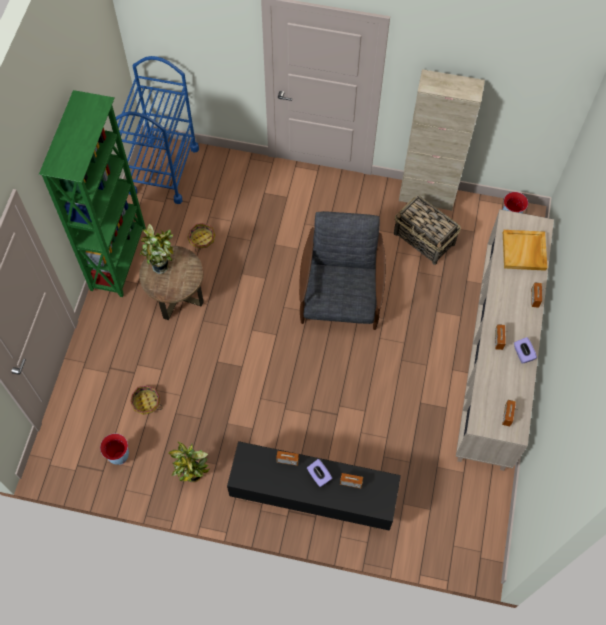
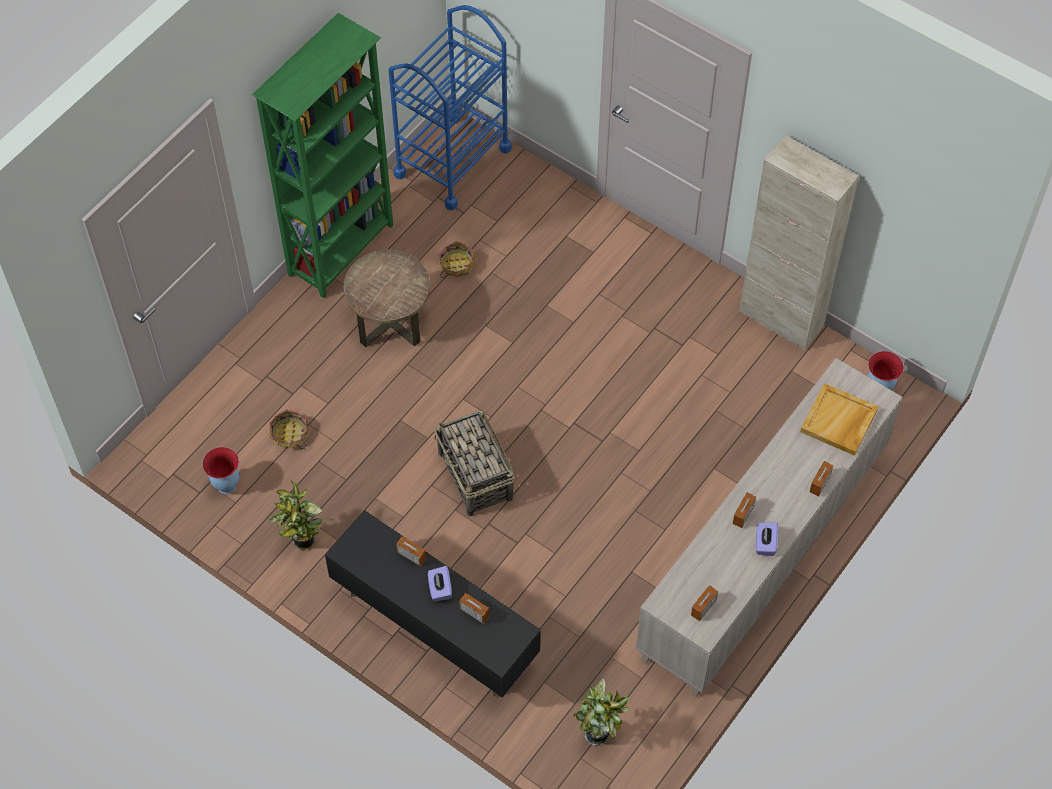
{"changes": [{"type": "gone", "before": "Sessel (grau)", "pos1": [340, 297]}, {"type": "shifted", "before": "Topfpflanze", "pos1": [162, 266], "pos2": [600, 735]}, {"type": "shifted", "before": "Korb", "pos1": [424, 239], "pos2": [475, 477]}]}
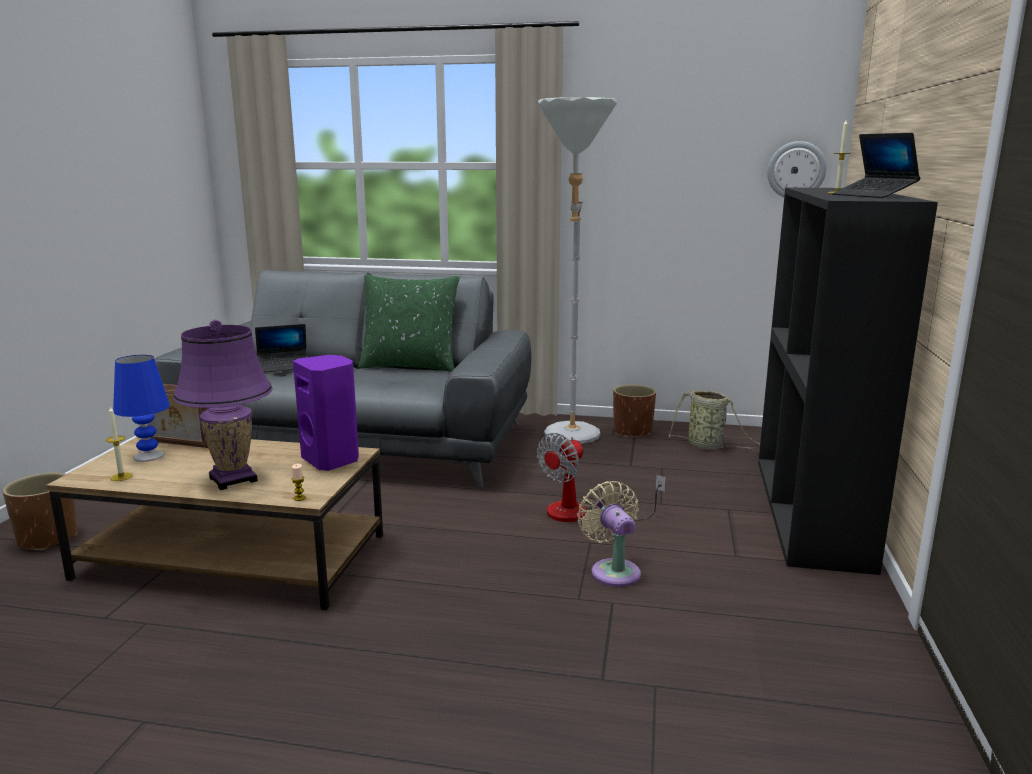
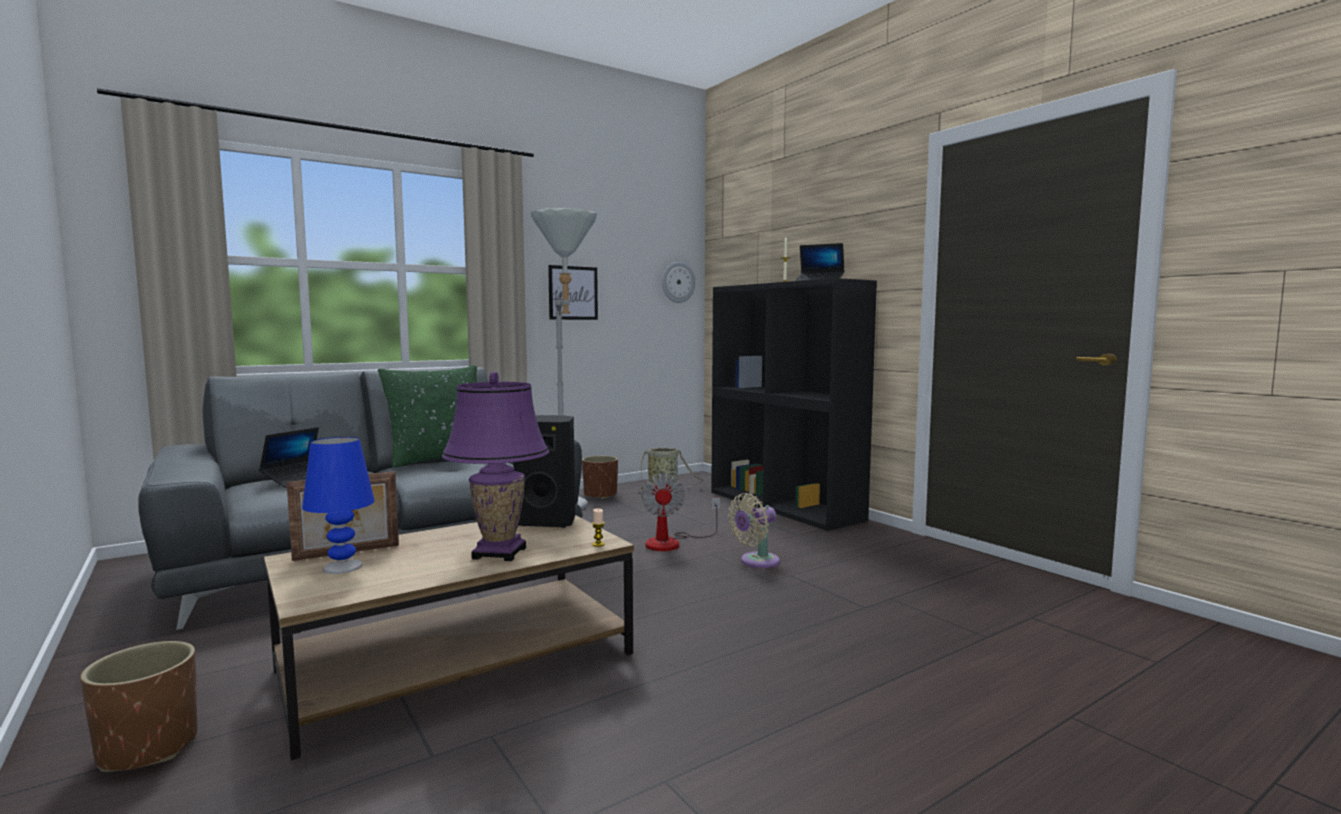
{"changes": [{"type": "gone", "before": "Kerze", "pos1": [121, 477]}, {"type": "new", "after": "Bild", "pos2": [573, 293]}, {"type": "repainted", "before": "Lautsprecher (lila)", "after": "Lautsprecher (schwarz)", "pos1": [332, 460], "pos2": [548, 522]}, {"type": "rotated", "before": "Ventilator (beige)", "pos1": [613, 570], "pos2": [756, 562], "turn": -60}]}
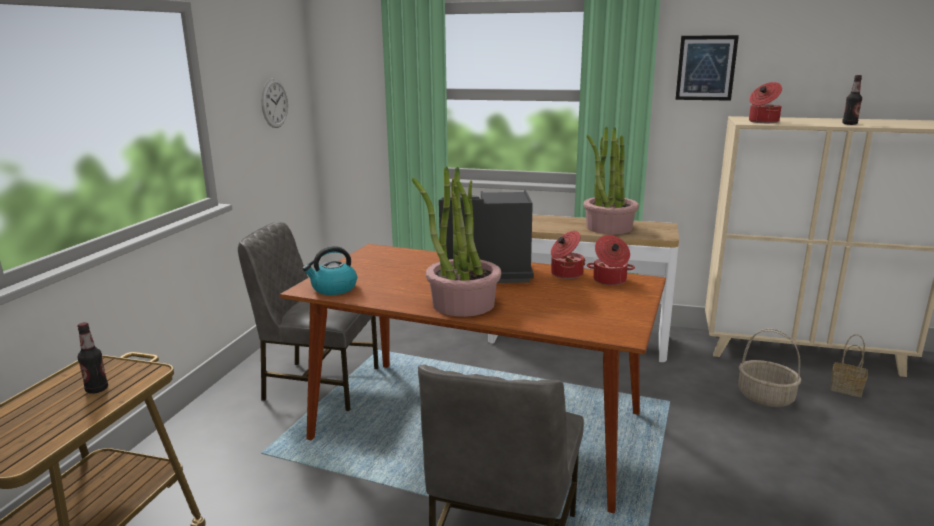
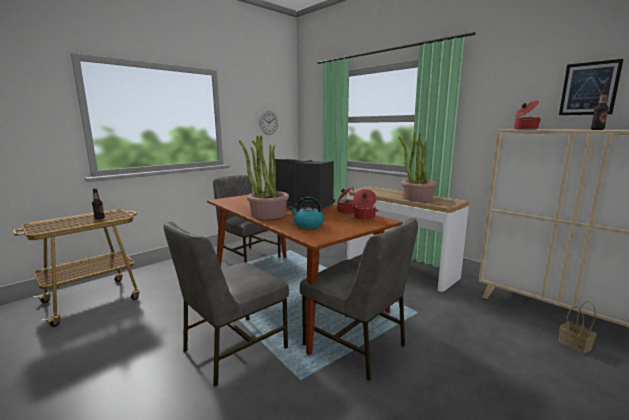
{"changes": [{"type": "gone", "before": "Korb", "pos1": [766, 397]}, {"type": "new", "after": "Stuhl (grau)", "pos2": [356, 345]}, {"type": "shifted", "before": "Wasserkessel", "pos1": [333, 288], "pos2": [308, 225]}, {"type": "shifted", "before": "Bild", "pos1": [706, 68], "pos2": [589, 88]}]}
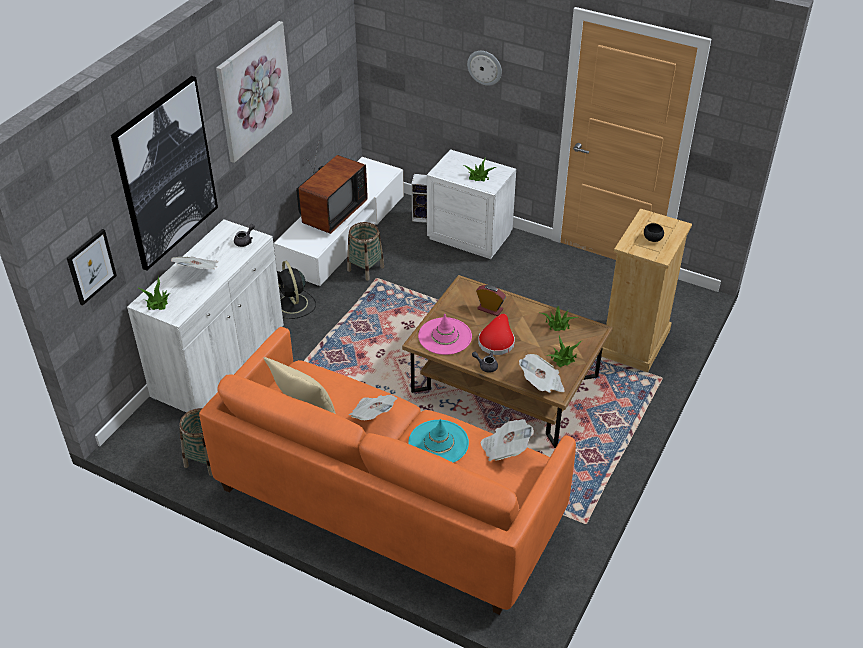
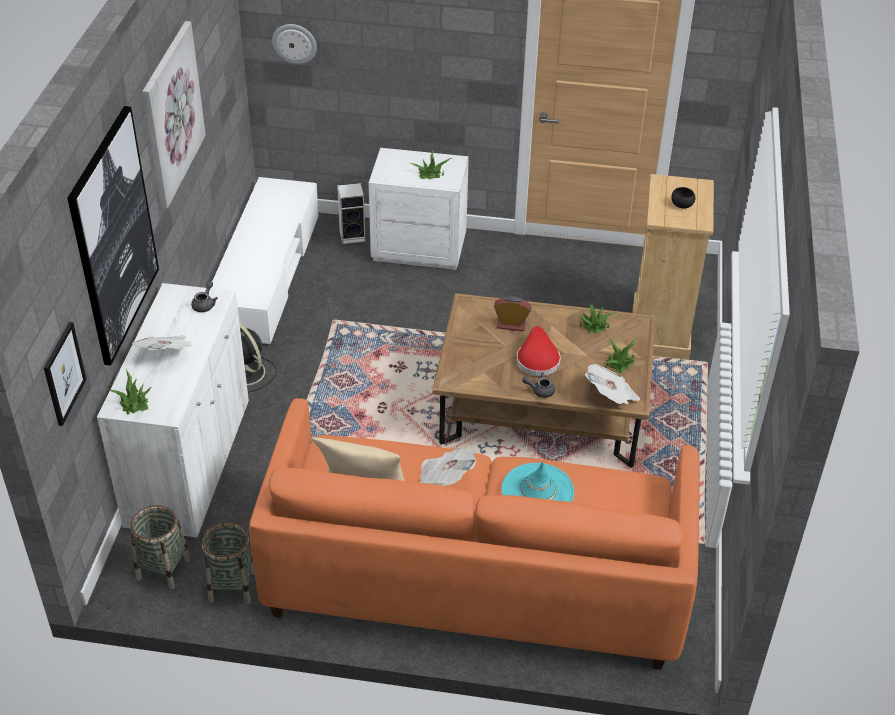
{"changes": [{"type": "gone", "before": "Fernseher", "pos1": [330, 213]}, {"type": "gone", "before": "Hut (rosa)", "pos1": [445, 336]}, {"type": "gone", "before": "Zeitung", "pos1": [505, 449]}, {"type": "shifted", "before": "Korb", "pos1": [365, 268], "pos2": [163, 569]}, {"type": "shifted", "before": "Wanduhr", "pos1": [485, 67], "pos2": [294, 43]}]}
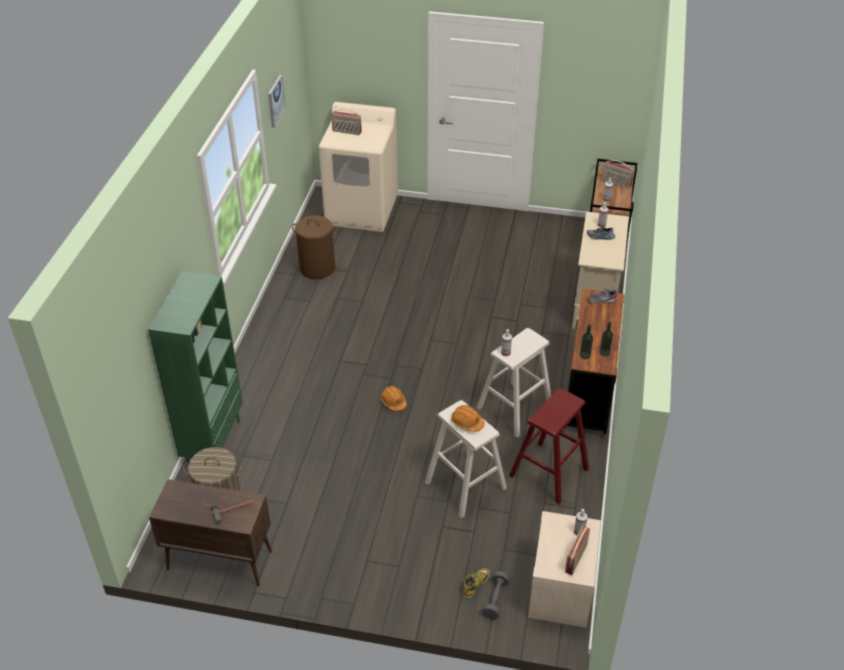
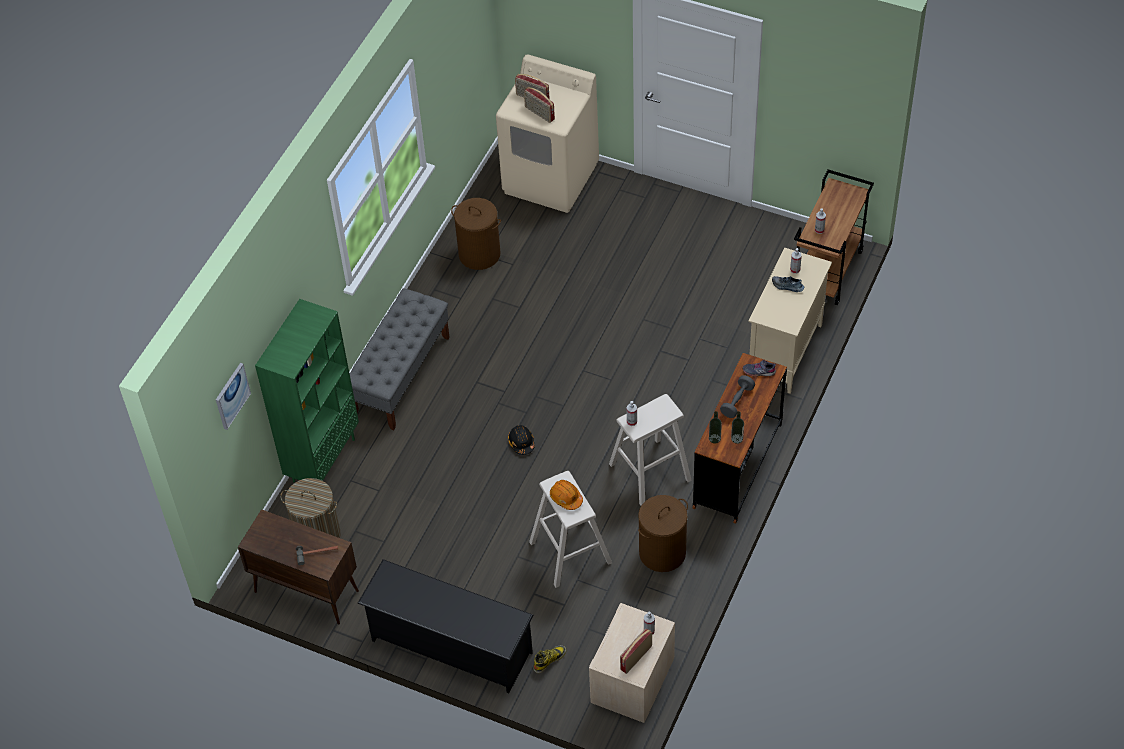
{"changes": [{"type": "new", "after": "Bank (grau)", "pos2": [401, 375]}, {"type": "new", "after": "Schuhregal (schwarz)", "pos2": [450, 646]}, {"type": "shifted", "before": "Bild", "pos1": [275, 101], "pos2": [232, 395]}, {"type": "shifted", "before": "Hantel (grau)", "pos1": [495, 599], "pos2": [737, 401]}, {"type": "shifted", "before": "Radio", "pos1": [616, 183], "pos2": [539, 113]}, {"type": "swapped", "before": "Hocker (rot)", "after": "Wäschekorb (braun)", "pos1": [549, 472], "pos2": [662, 553]}, {"type": "repainted", "before": "Schutzhelm (orange)", "after": "Schutzhelm (schwarz)", "pos1": [393, 402], "pos2": [521, 442]}]}
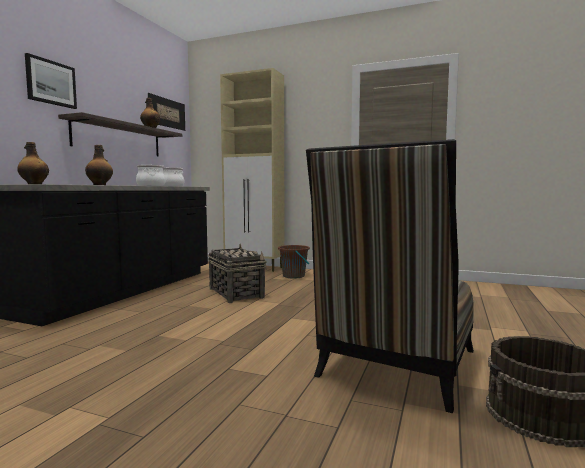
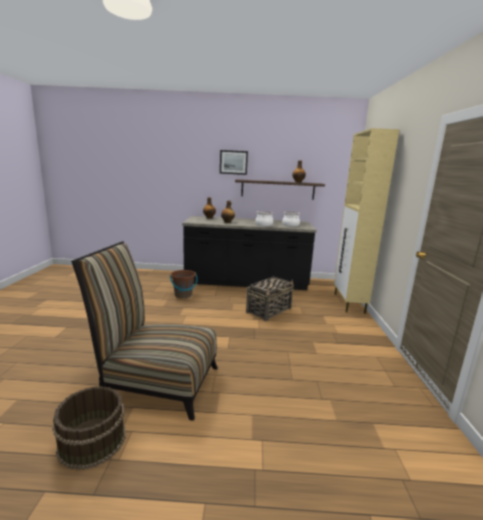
{"changes": [{"type": "gone", "before": "Bild", "pos1": [167, 113]}, {"type": "shifted", "before": "Eimer (braun)", "pos1": [294, 276], "pos2": [183, 295]}]}
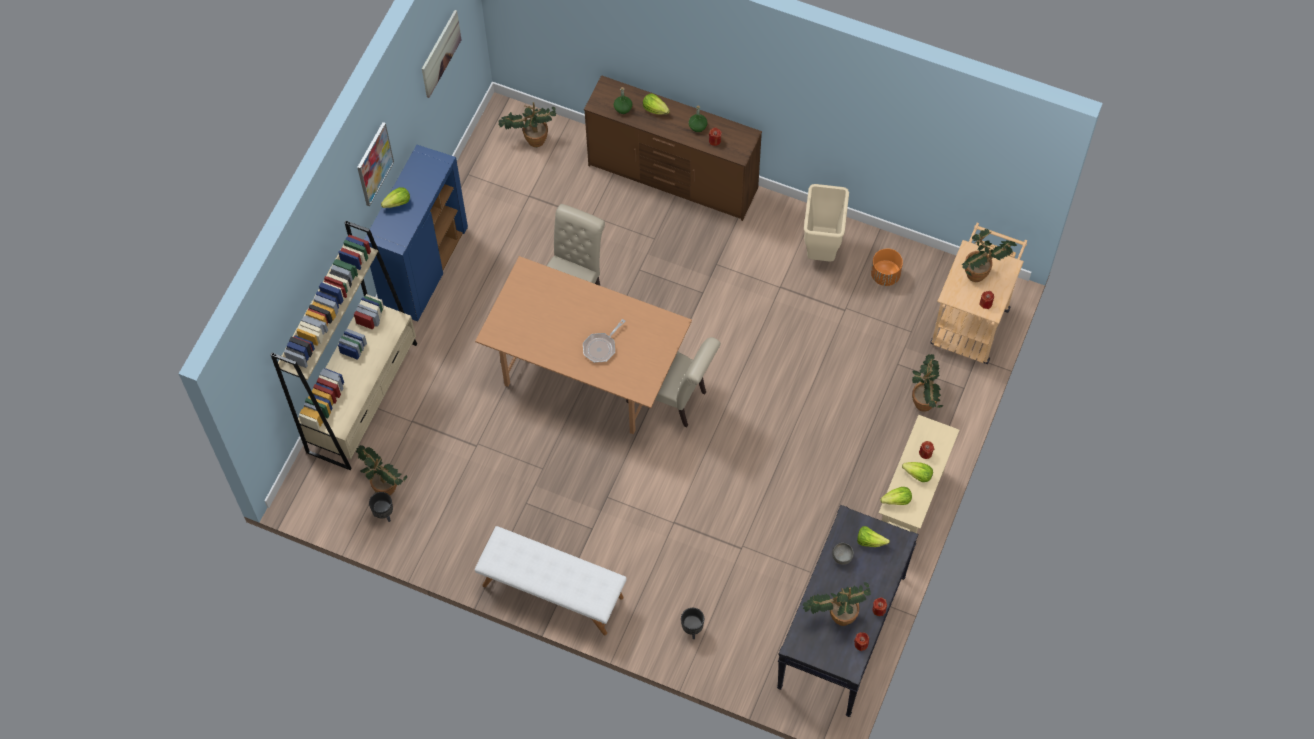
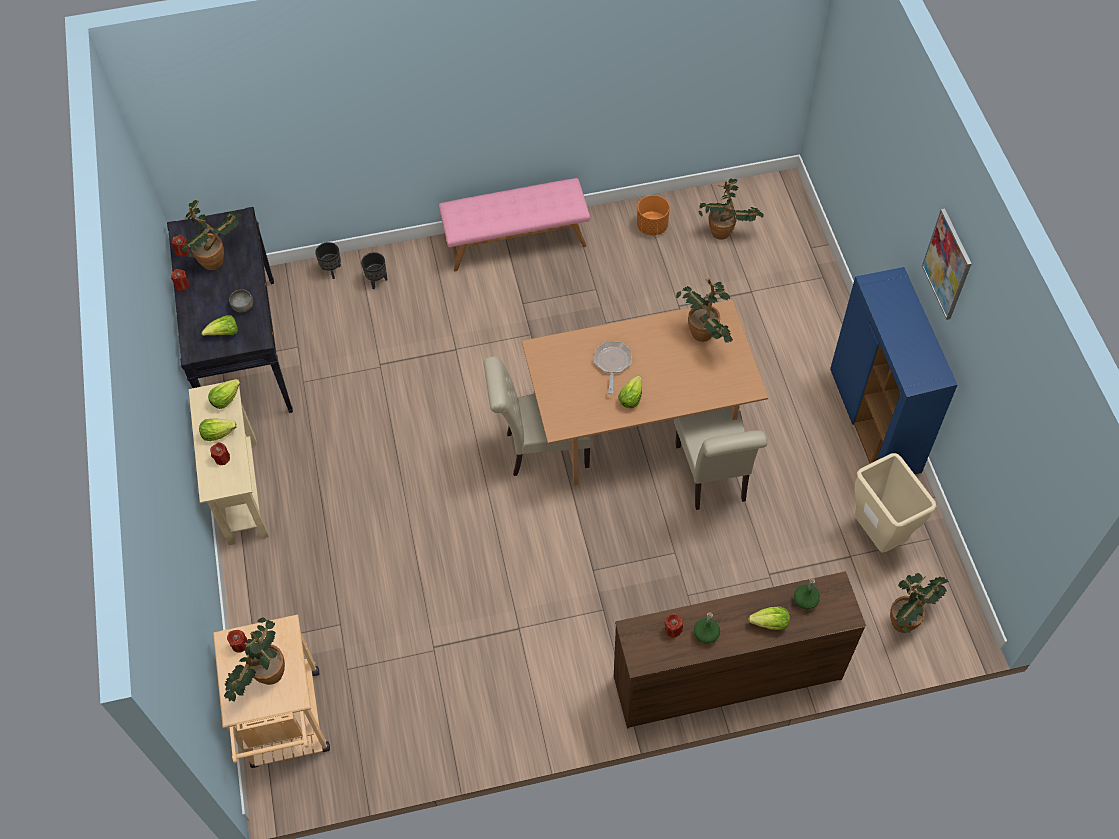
{"changes": [{"type": "gone", "before": "Bücherregal (beige)", "pos1": [362, 397]}, {"type": "gone", "before": "Bild", "pos1": [440, 53]}, {"type": "shifted", "before": "Pflanzkübel (schwarz)", "pos1": [383, 514], "pos2": [332, 271]}, {"type": "shifted", "before": "Salatkopf", "pos1": [398, 203], "pos2": [631, 398]}, {"type": "shifted", "before": "Mülleimer (beige)", "pos1": [821, 249], "pos2": [878, 535]}, {"type": "shifted", "before": "Pflanzkübel (orange)", "pos1": [885, 275], "pos2": [652, 226]}, {"type": "shifted", "before": "Topfpflanze", "pos1": [925, 399], "pos2": [704, 337]}, {"type": "repainted", "before": "Bank (weiß)", "after": "Bank (rosa)", "pos1": [552, 592], "pos2": [516, 241]}]}
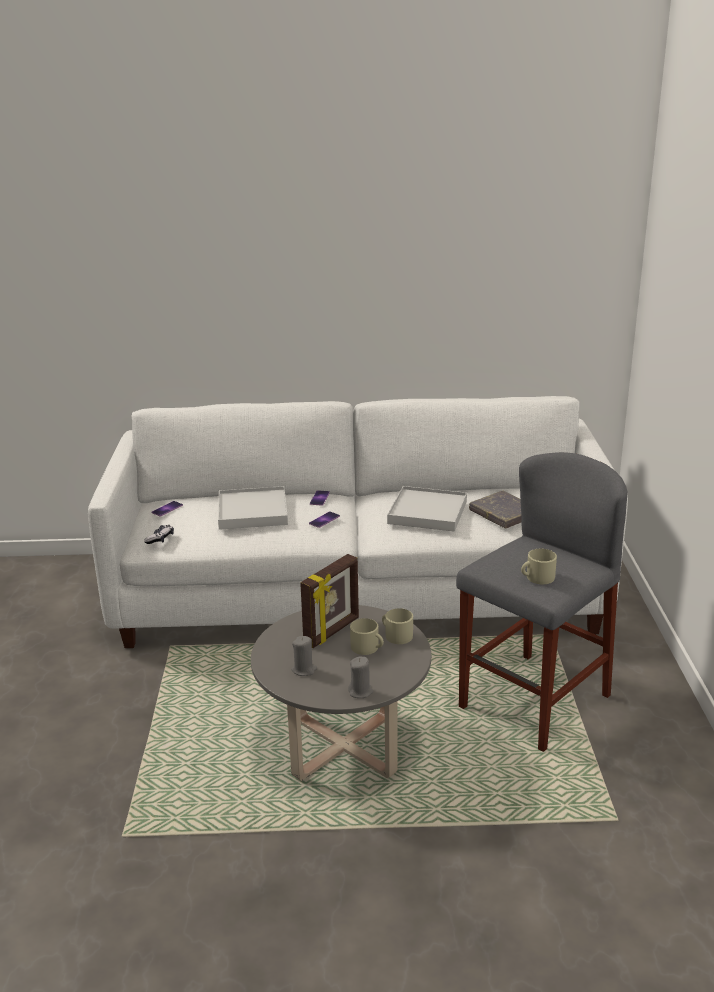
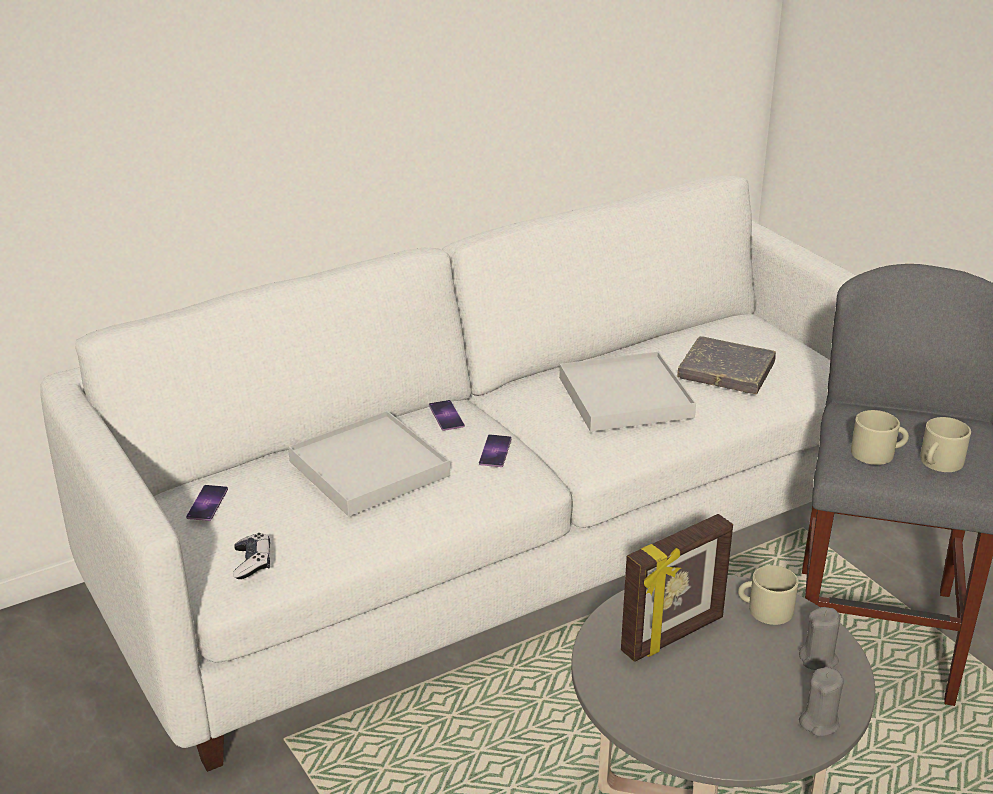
{"changes": [{"type": "shifted", "before": "Kerze (grau)", "pos1": [304, 670], "pos2": [818, 659]}, {"type": "shifted", "before": "Henkelbecher (beige)", "pos1": [367, 648], "pos2": [878, 453]}, {"type": "rotated", "before": "Bilderrahmen", "pos1": [332, 631], "pos2": [673, 636], "turn": 45}]}
